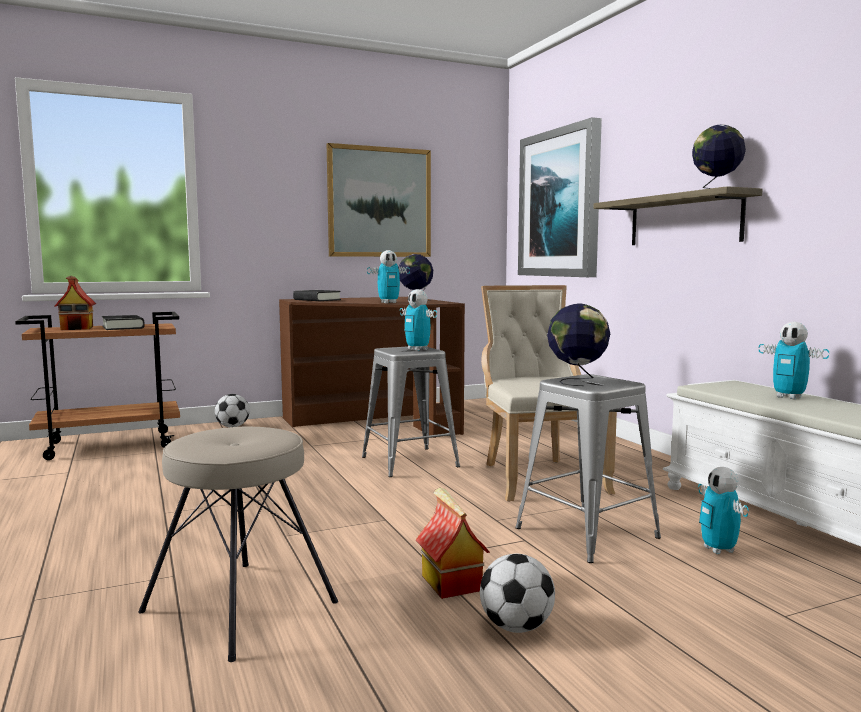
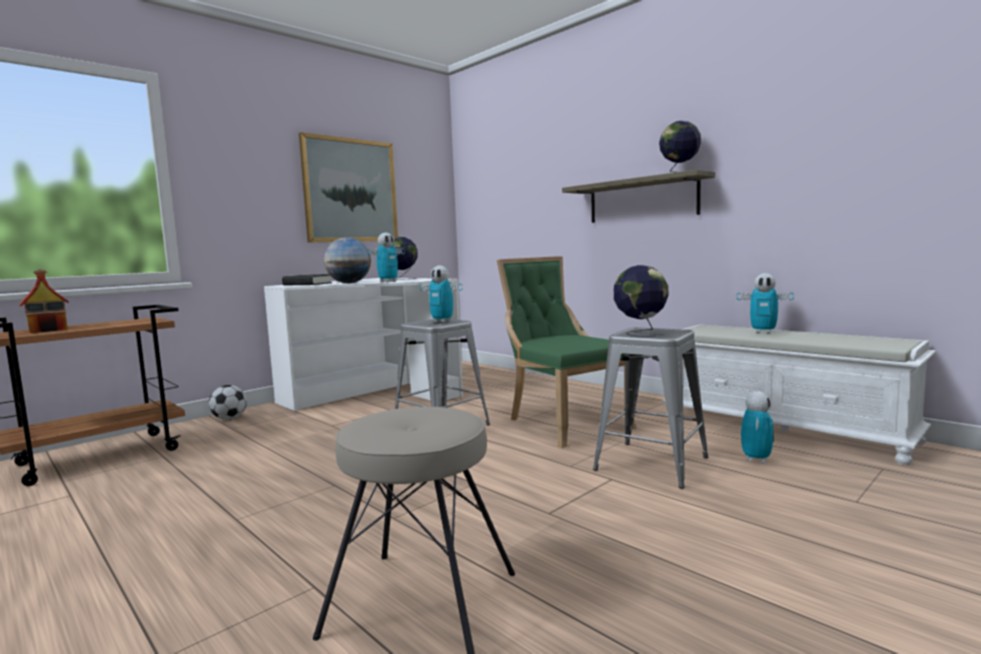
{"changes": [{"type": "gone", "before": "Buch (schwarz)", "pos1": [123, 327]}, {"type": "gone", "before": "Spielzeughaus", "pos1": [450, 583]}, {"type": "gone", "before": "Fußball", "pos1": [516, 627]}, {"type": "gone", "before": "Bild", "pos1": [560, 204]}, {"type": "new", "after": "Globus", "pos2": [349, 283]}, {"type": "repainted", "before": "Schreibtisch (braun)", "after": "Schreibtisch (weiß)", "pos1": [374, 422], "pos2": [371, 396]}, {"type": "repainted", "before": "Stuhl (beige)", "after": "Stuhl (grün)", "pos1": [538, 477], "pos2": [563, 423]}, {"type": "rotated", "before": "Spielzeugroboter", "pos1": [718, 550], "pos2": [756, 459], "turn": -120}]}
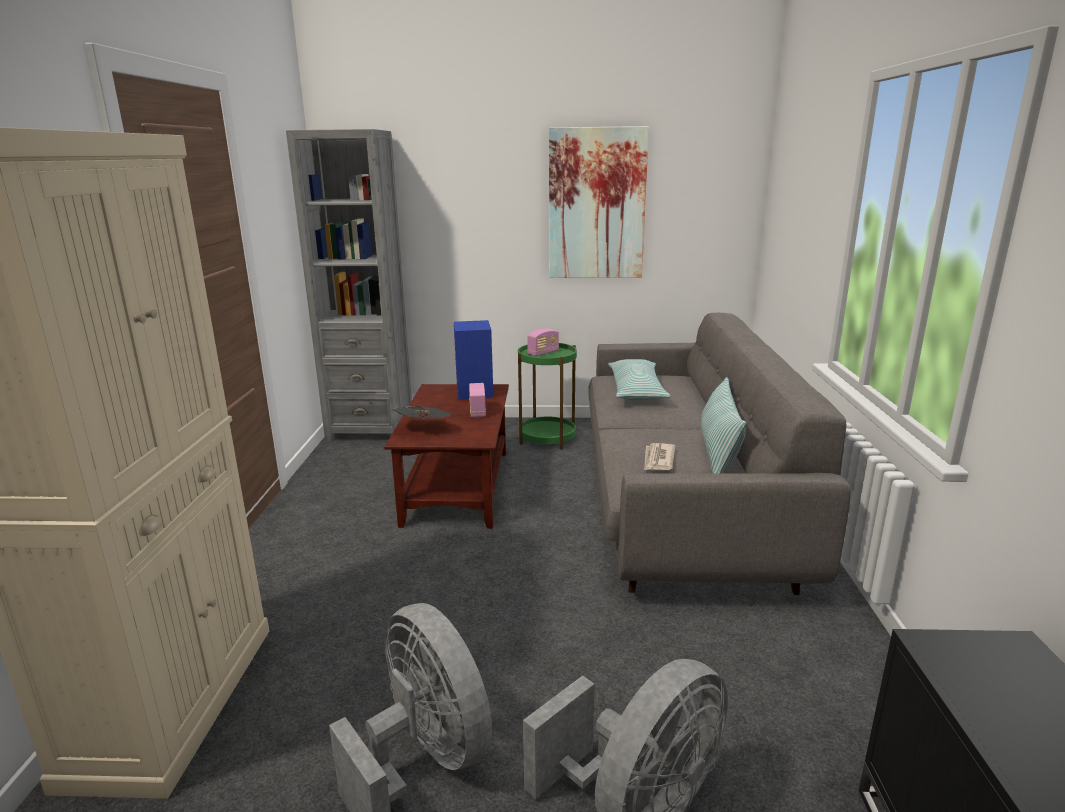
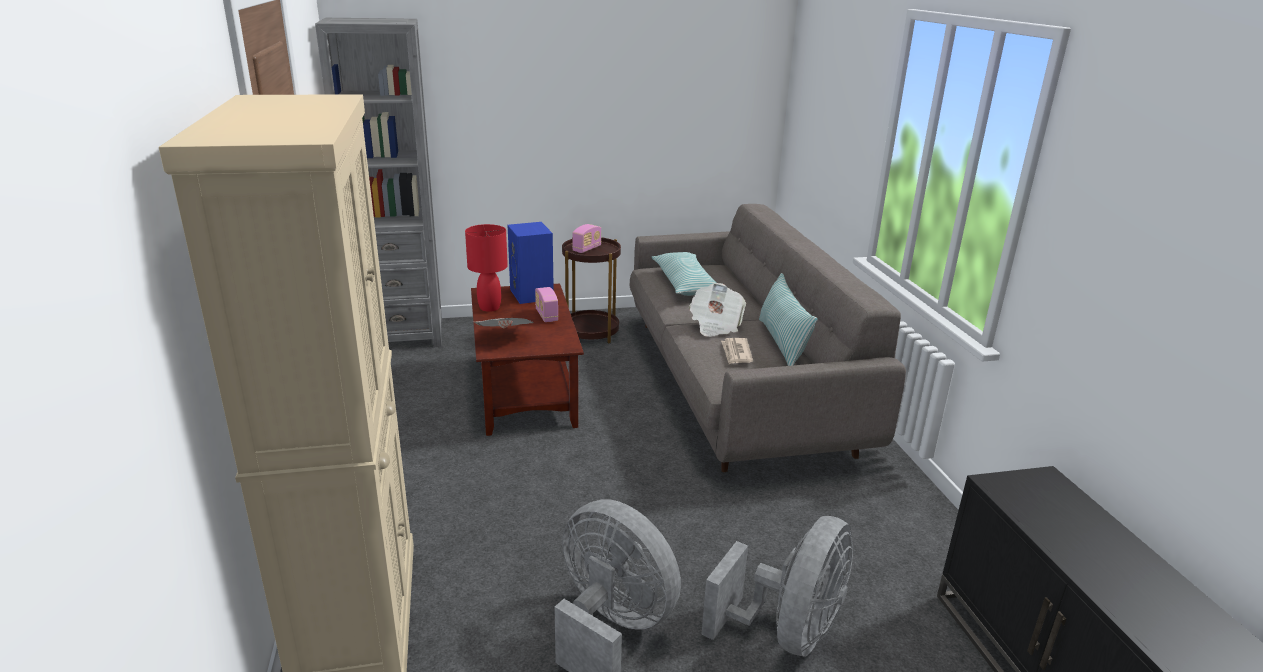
{"changes": [{"type": "gone", "before": "Bild", "pos1": [596, 204]}, {"type": "new", "after": "Tischlampe (rot)", "pos2": [490, 308]}, {"type": "new", "after": "Zeitung", "pos2": [715, 325]}, {"type": "repainted", "before": "Beistelltisch (grün)", "after": "Beistelltisch (braun)", "pos1": [547, 438], "pos2": [590, 332]}]}
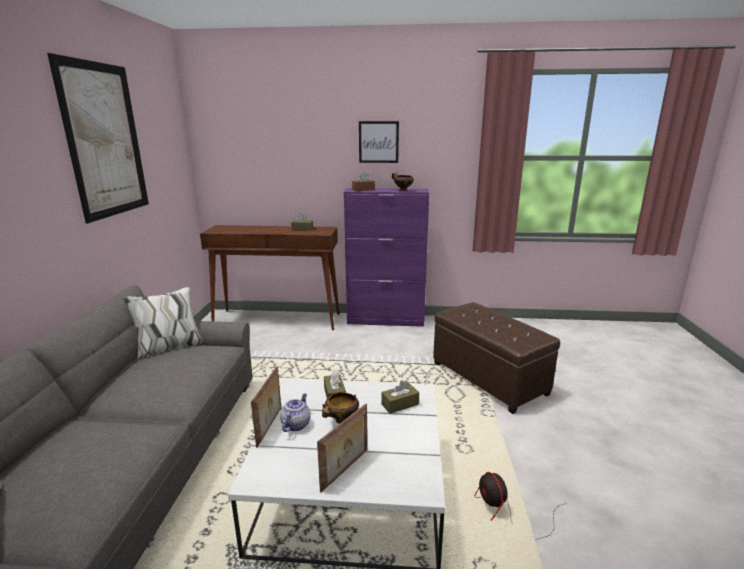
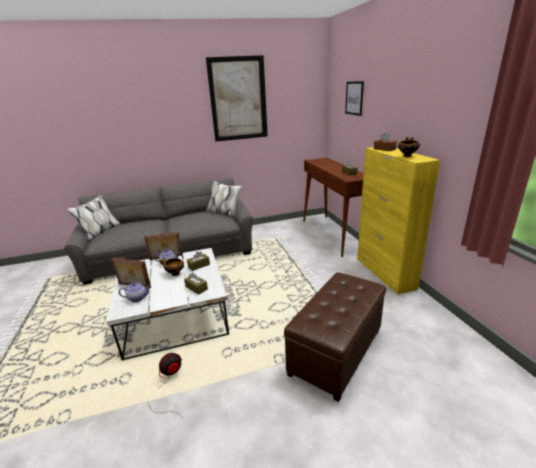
{"changes": [{"type": "new", "after": "Teekanne", "pos2": [137, 298]}, {"type": "shifted", "before": "Bild", "pos1": [378, 142], "pos2": [354, 98]}, {"type": "repainted", "before": "Schrank (lila)", "after": "Schrank (gelb)", "pos1": [386, 320], "pos2": [385, 273]}]}
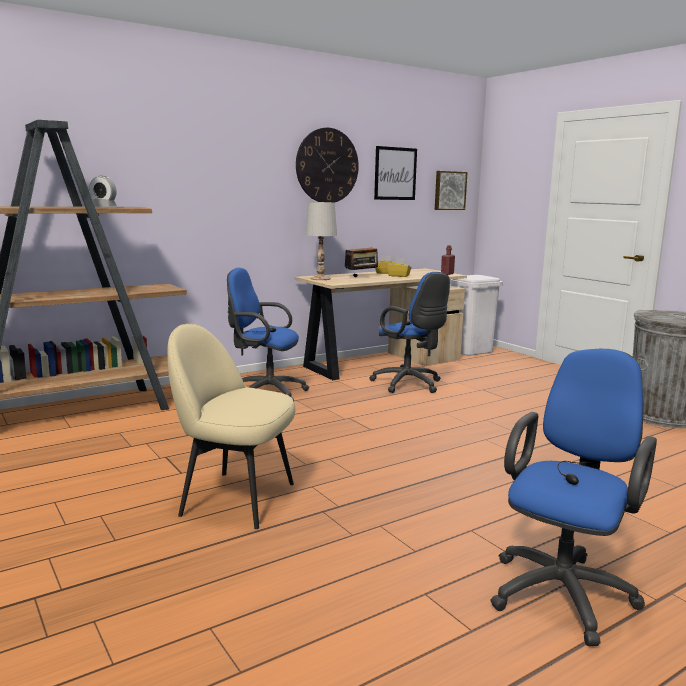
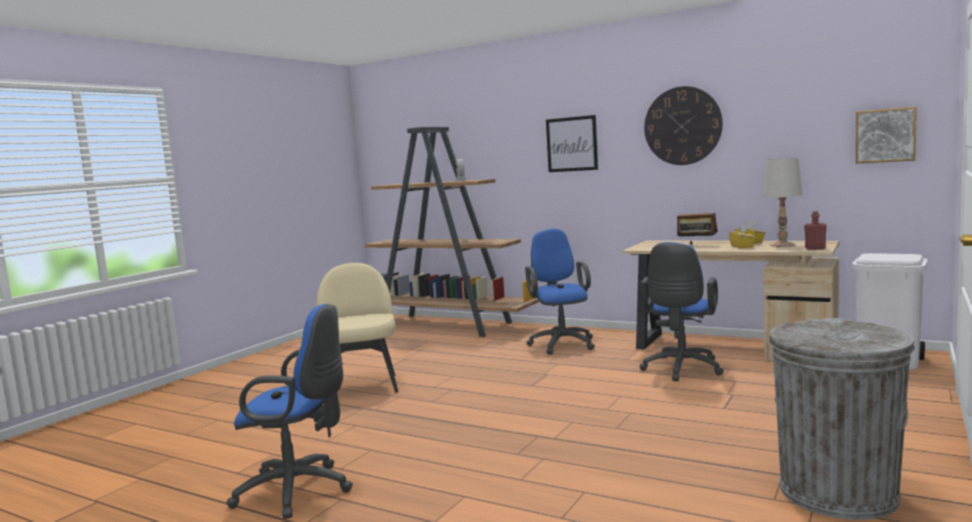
{"changes": [{"type": "shifted", "before": "Tischlampe (weiß)", "pos1": [320, 278], "pos2": [782, 245]}, {"type": "shifted", "before": "Bild", "pos1": [395, 173], "pos2": [571, 144]}]}
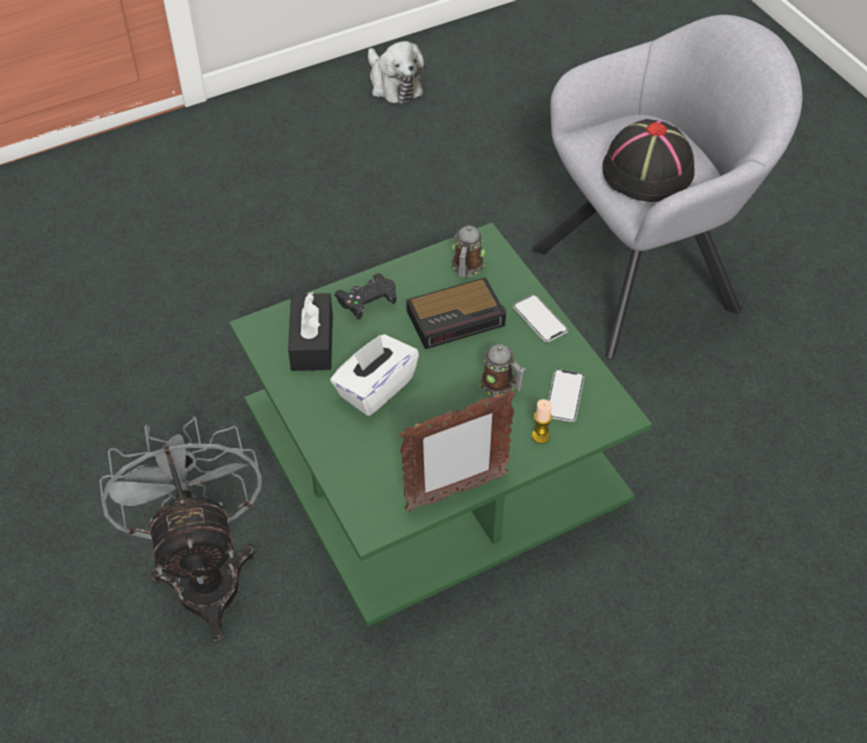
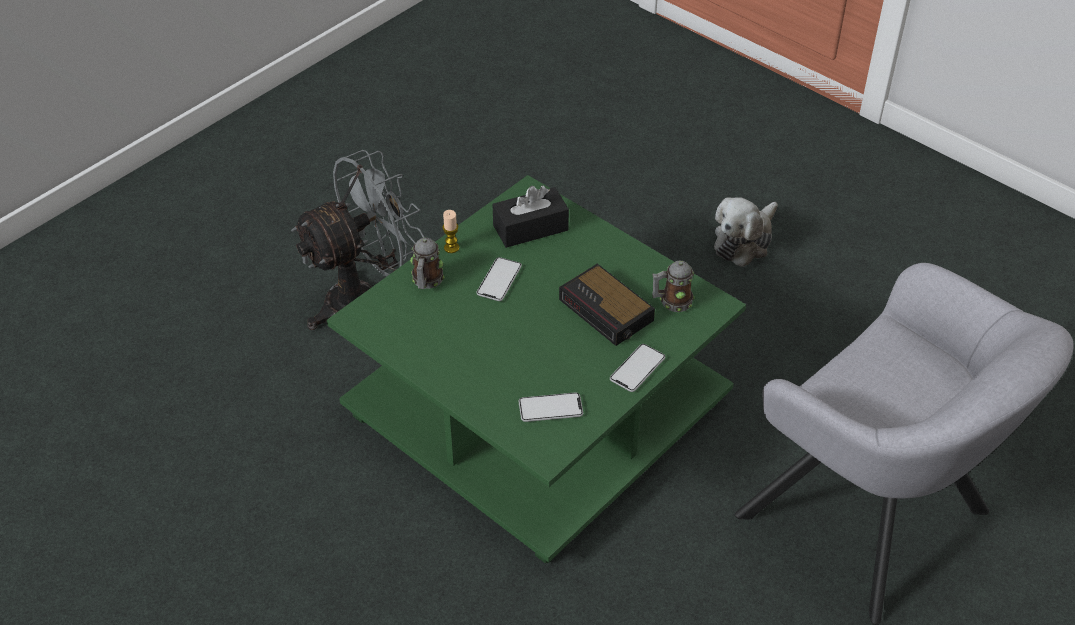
{"changes": [{"type": "gone", "before": "Gamepad (schwarz)", "pos1": [367, 302]}, {"type": "gone", "before": "Bilderrahmen", "pos1": [455, 493]}, {"type": "gone", "before": "Hut (schwarz)", "pos1": [647, 172]}, {"type": "shifted", "before": "Plüschtier", "pos1": [393, 84], "pos2": [744, 241]}, {"type": "shifted", "before": "Henkelbecher", "pos1": [501, 386], "pos2": [426, 281]}, {"type": "shifted", "before": "Kerze", "pos1": [540, 436], "pos2": [451, 248]}, {"type": "swapped", "before": "Taschentuchbox (weiß)", "after": "Handy", "pos1": [375, 388], "pos2": [499, 280]}]}
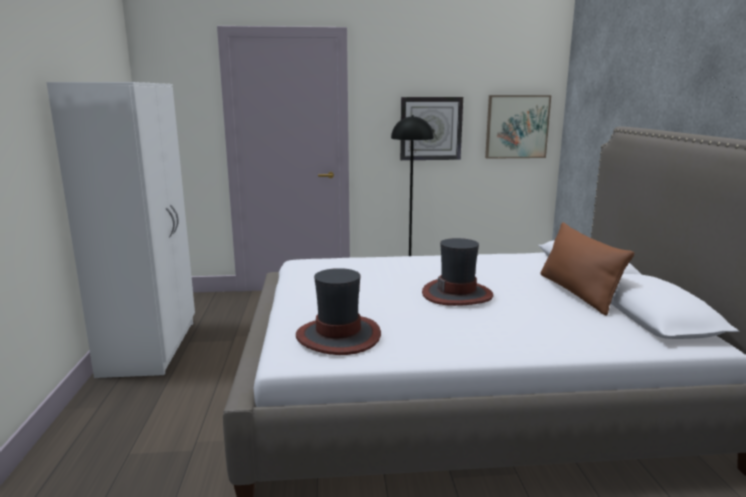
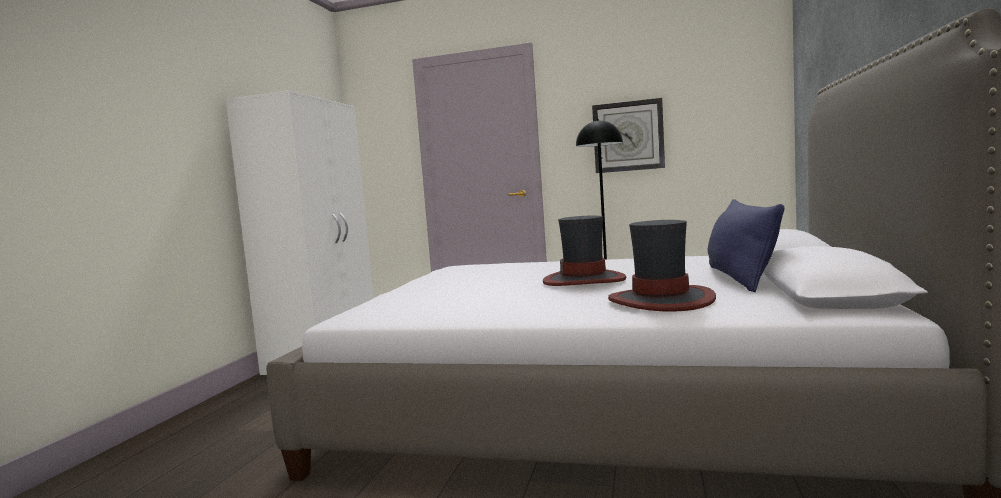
{"changes": [{"type": "gone", "before": "Bild", "pos1": [517, 126]}, {"type": "shifted", "before": "Hut", "pos1": [339, 336], "pos2": [661, 300]}, {"type": "repainted", "before": "Kissen (braun)", "after": "Kissen (blau)", "pos1": [577, 292], "pos2": [740, 278]}]}
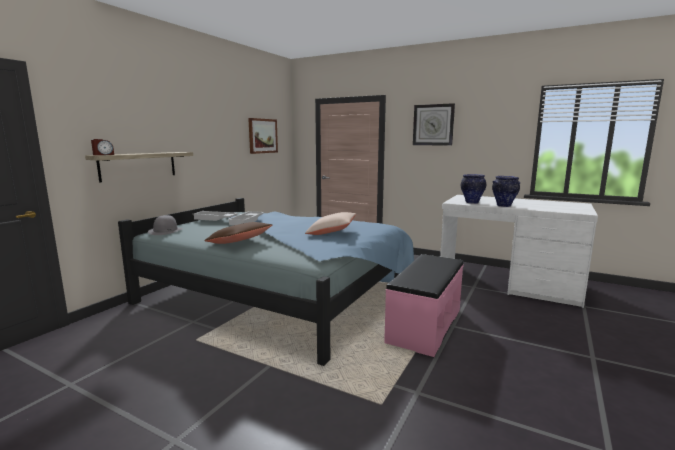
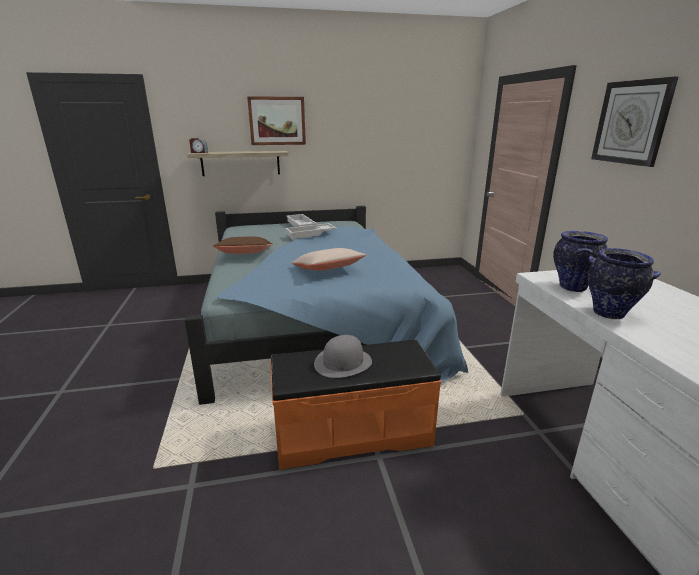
{"changes": [{"type": "shifted", "before": "Hut (grau)", "pos1": [165, 231], "pos2": [343, 362]}, {"type": "shifted", "before": "Bild", "pos1": [262, 136], "pos2": [277, 121]}, {"type": "repainted", "before": "Bank (rosa)", "after": "Bank (orange)", "pos1": [424, 325], "pos2": [351, 432]}]}
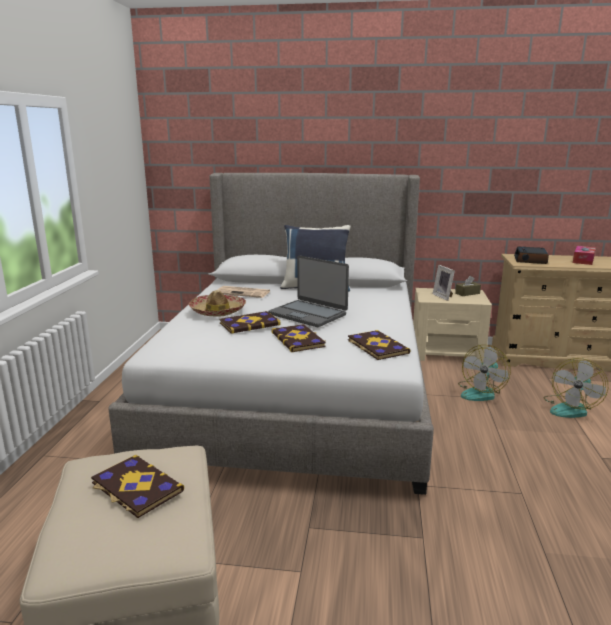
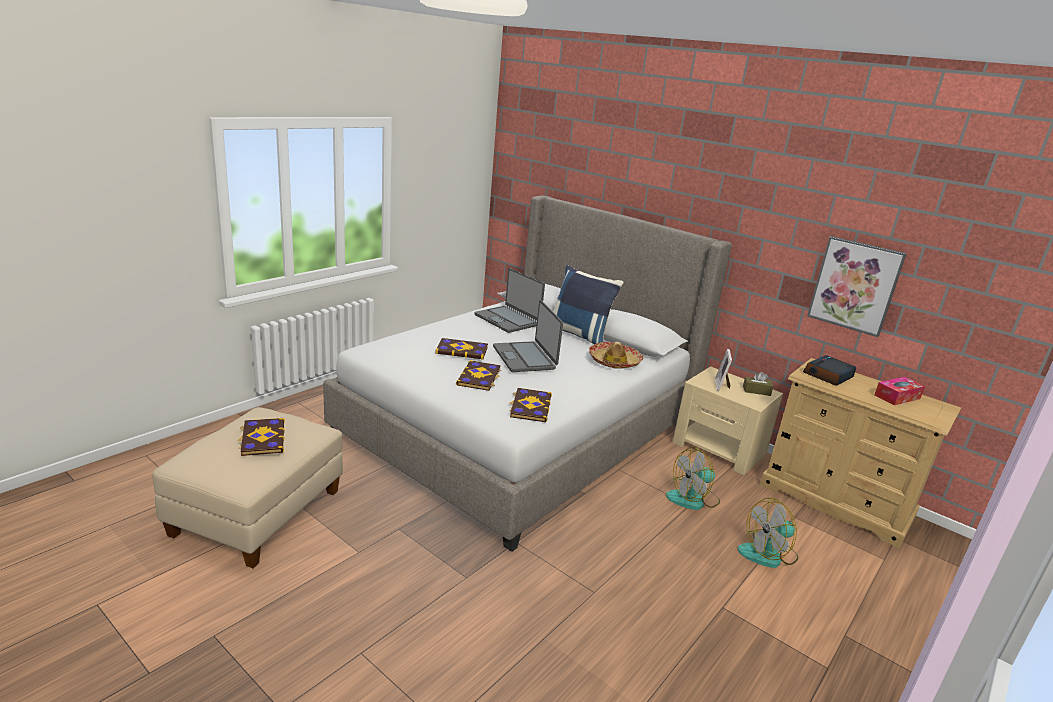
{"changes": [{"type": "new", "after": "Bild", "pos2": [855, 285]}, {"type": "shifted", "before": "Hut", "pos1": [218, 311], "pos2": [614, 361]}, {"type": "swapped", "before": "Zeitung", "after": "Laptop", "pos1": [243, 292], "pos2": [507, 320]}]}
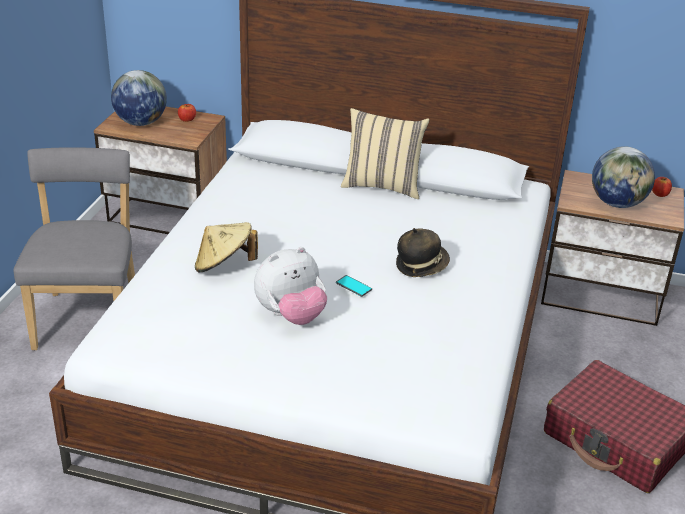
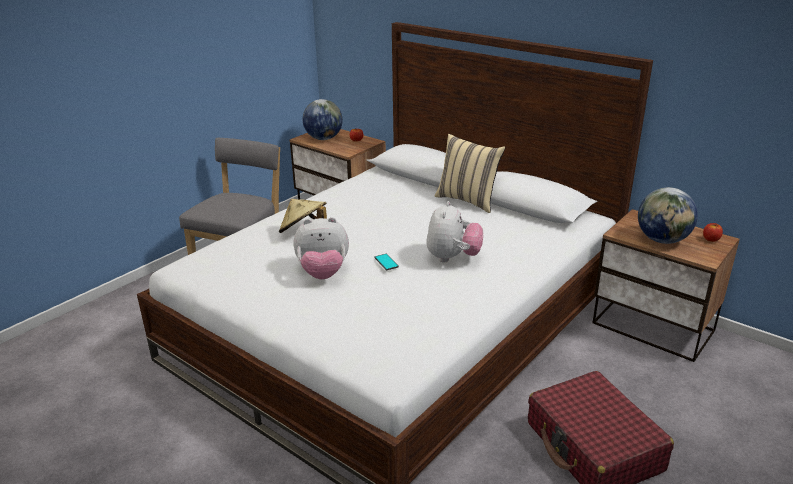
{"changes": [{"type": "swapped", "before": "Hut", "after": "Plüschtier", "pos1": [421, 265], "pos2": [453, 258]}]}
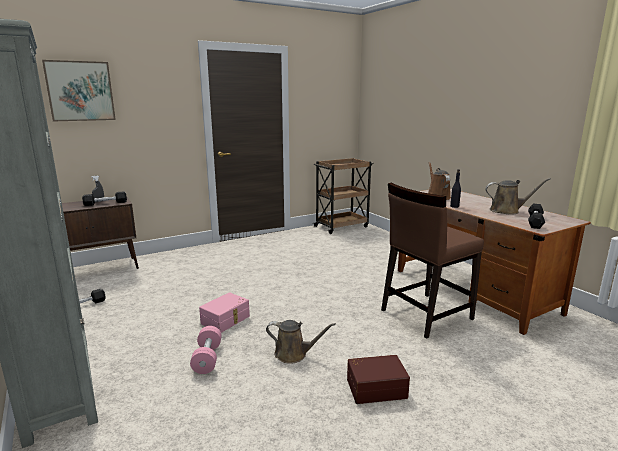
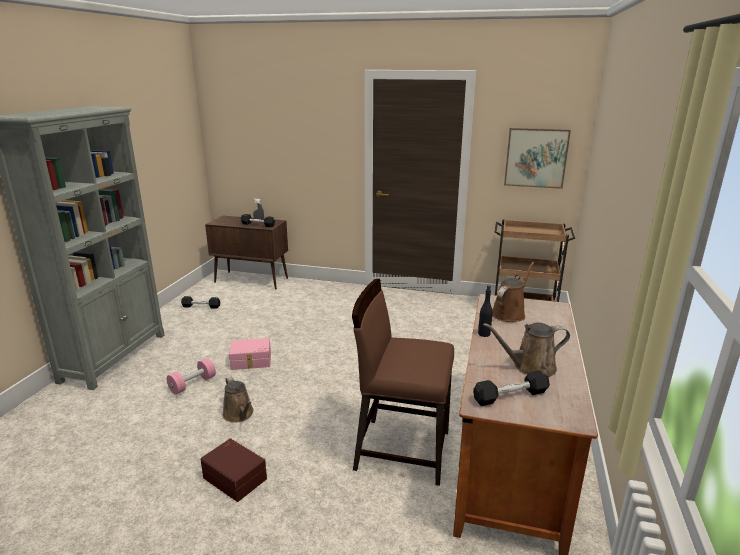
{"changes": [{"type": "shifted", "before": "Bild", "pos1": [80, 91], "pos2": [536, 158]}, {"type": "rotated", "before": "Gießkanne (braun)", "pos1": [507, 211], "pos2": [530, 367], "turn": 120}]}
